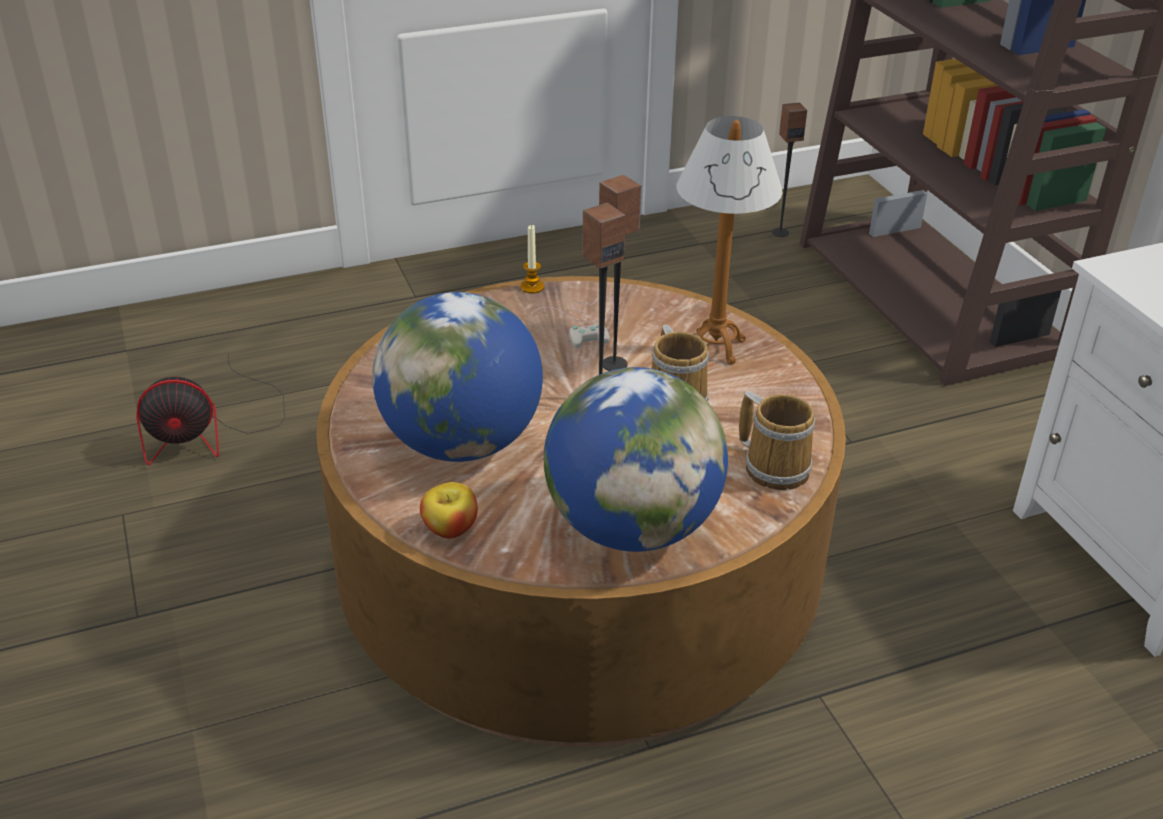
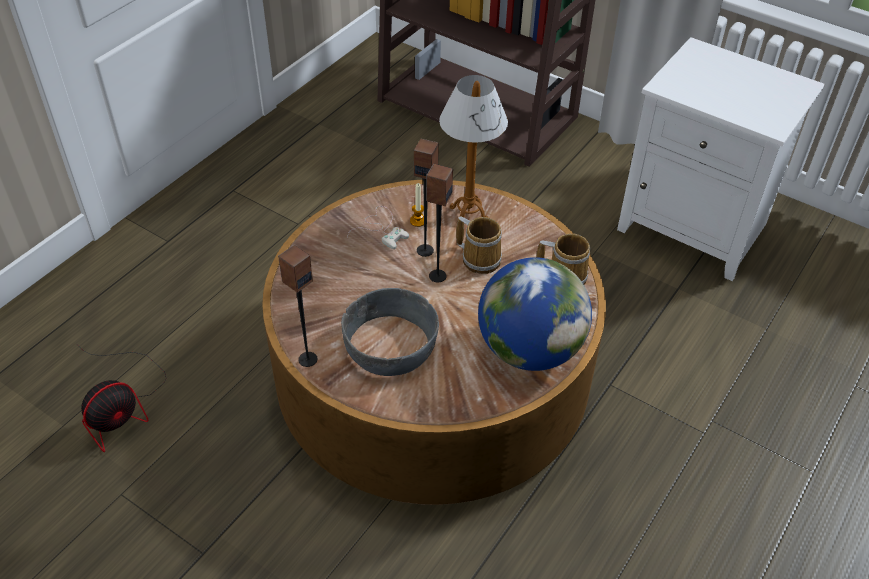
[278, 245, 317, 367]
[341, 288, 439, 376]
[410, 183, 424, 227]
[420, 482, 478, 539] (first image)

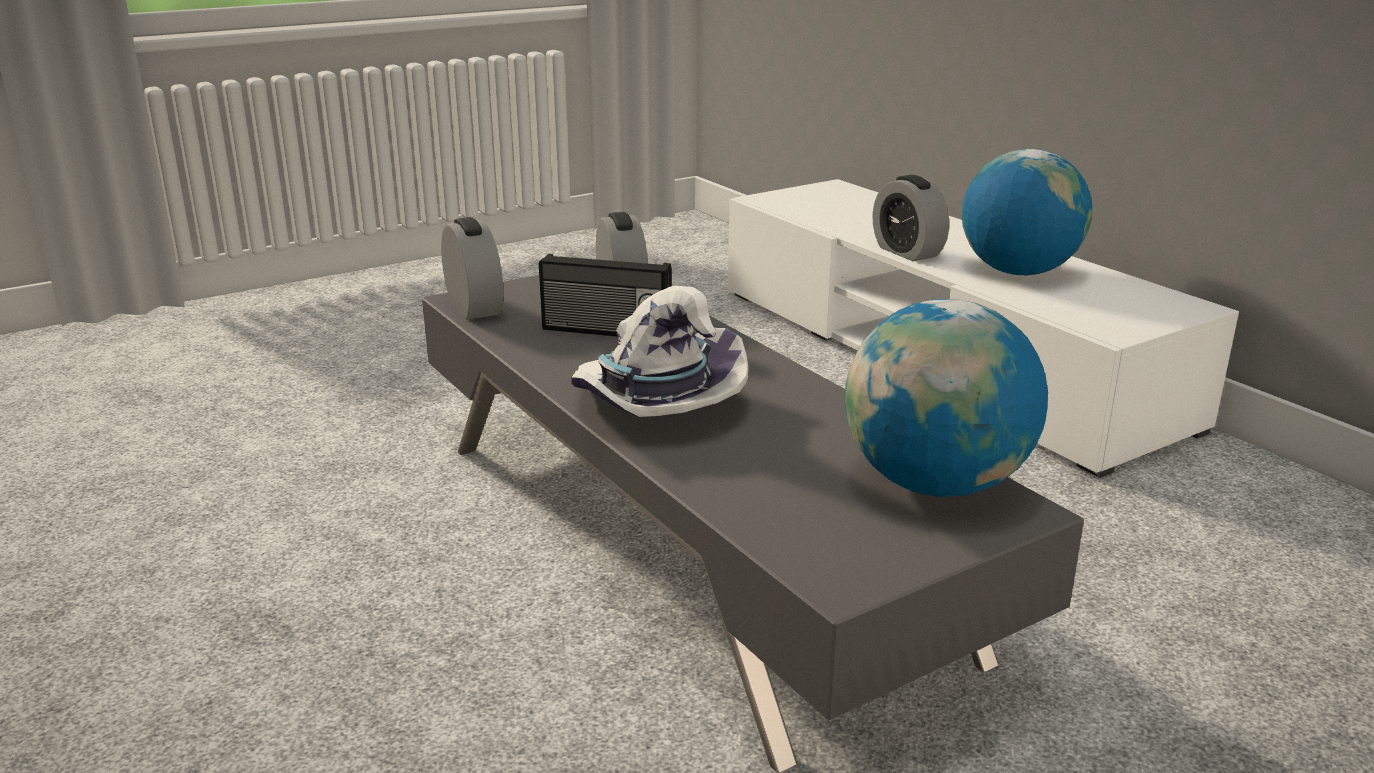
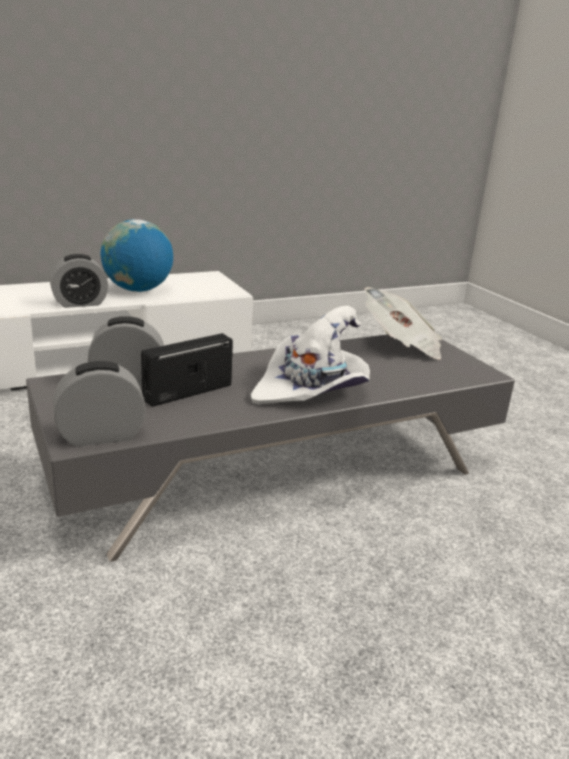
[141, 333, 233, 407]
[365, 287, 442, 360]

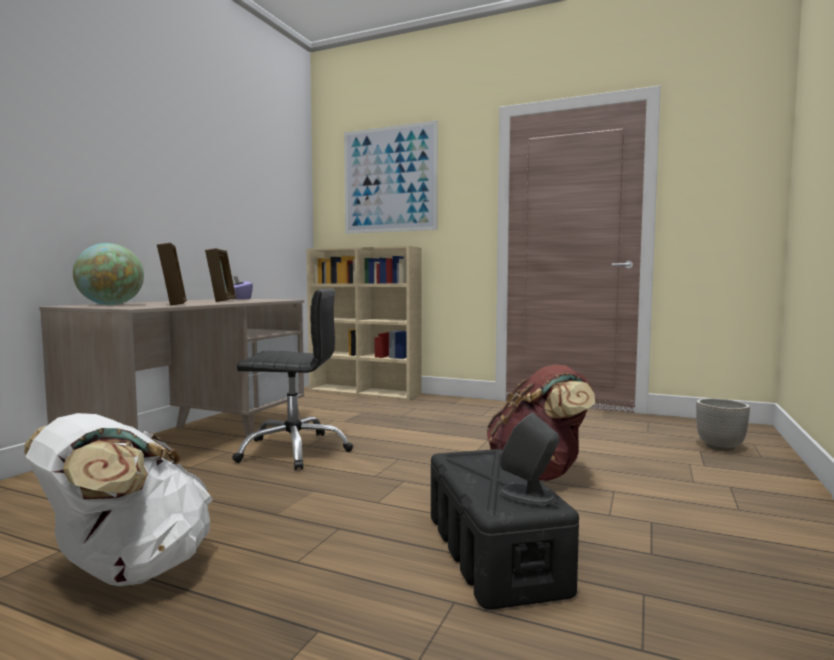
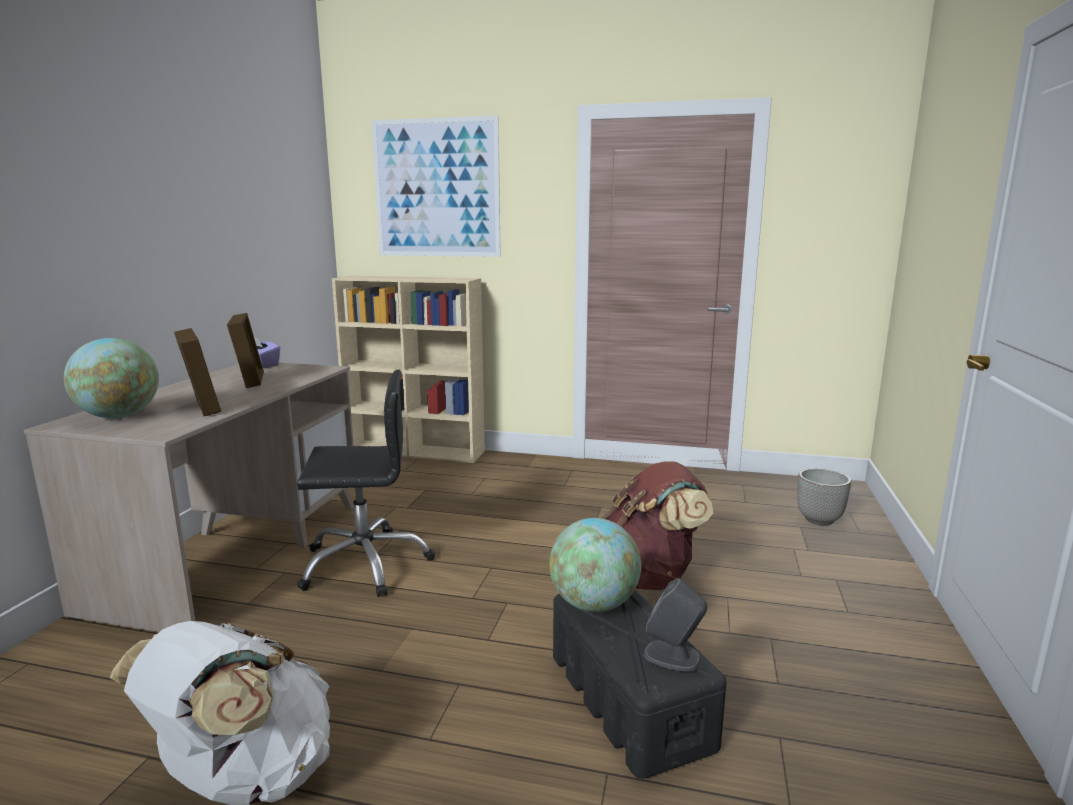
[549, 518, 641, 612]

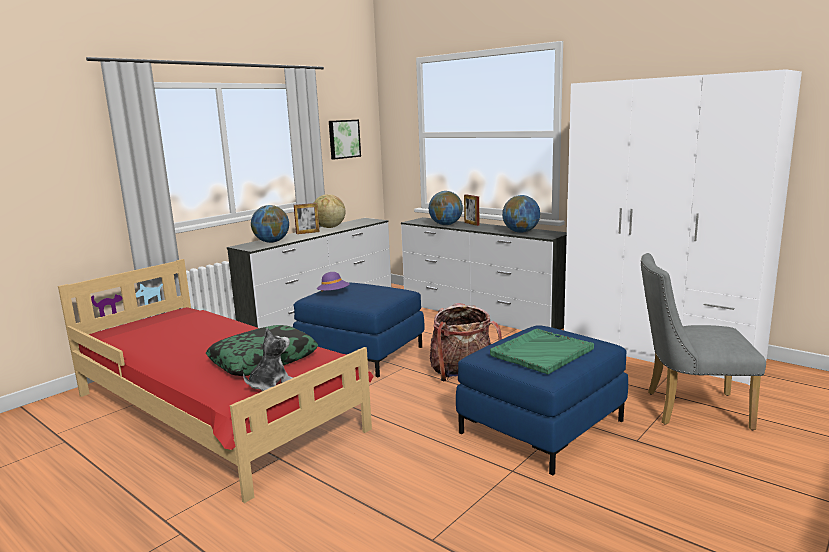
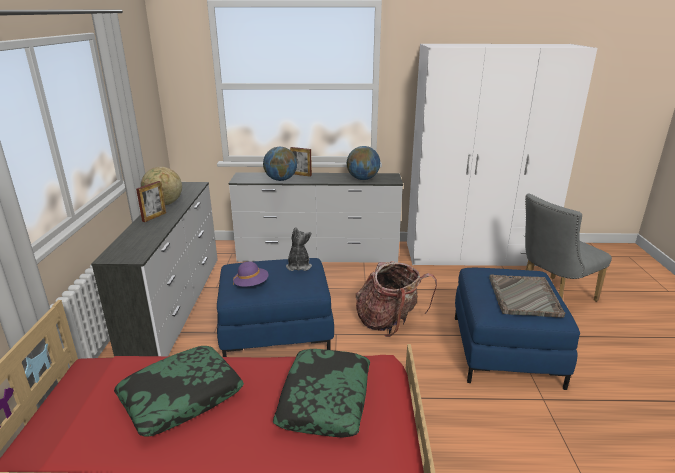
[114, 346, 244, 437]
[286, 227, 312, 271]
[489, 275, 565, 318]
[251, 205, 289, 243] (first image)
[329, 120, 361, 159] (first image)

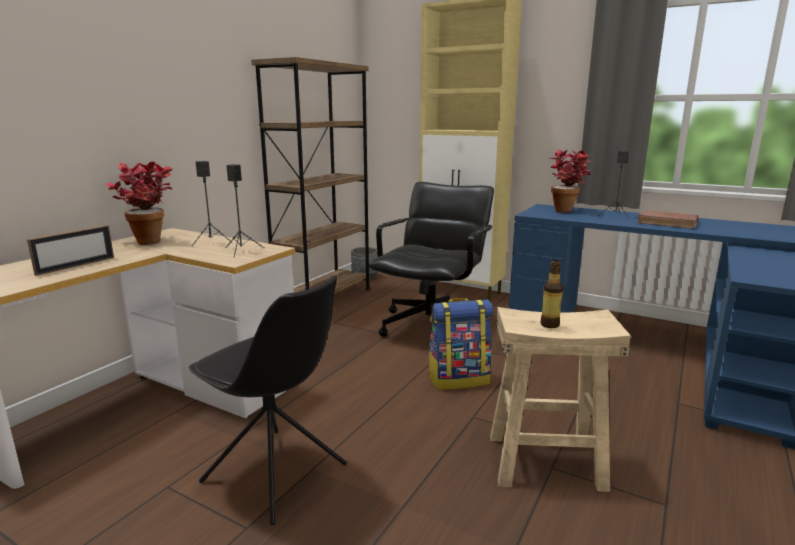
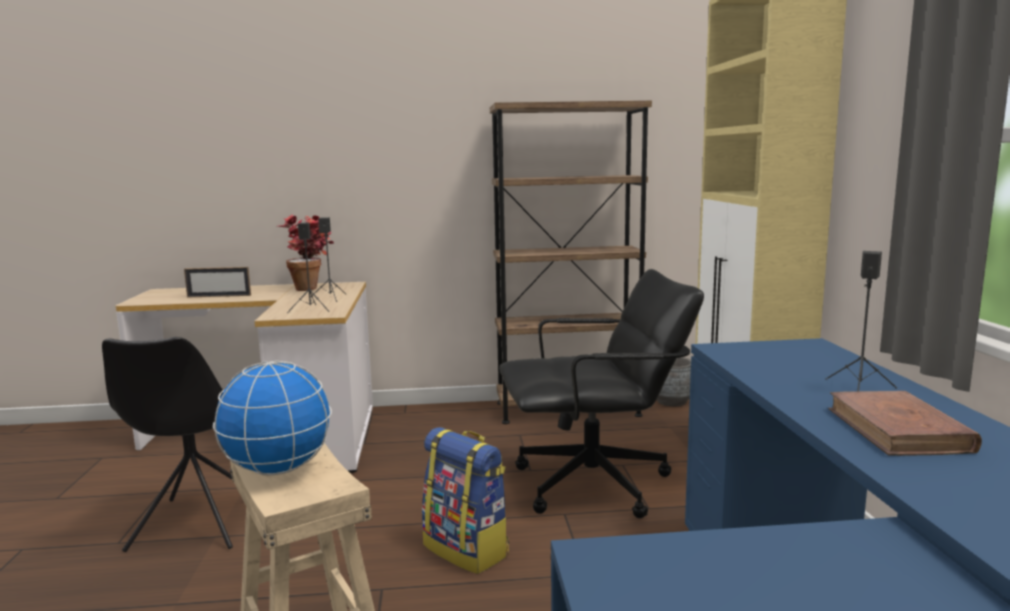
[213, 360, 332, 475]
[550, 149, 591, 213] (first image)

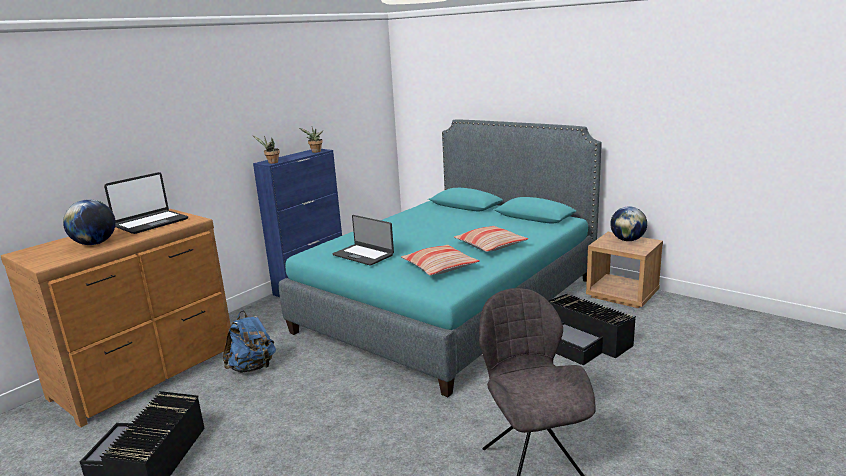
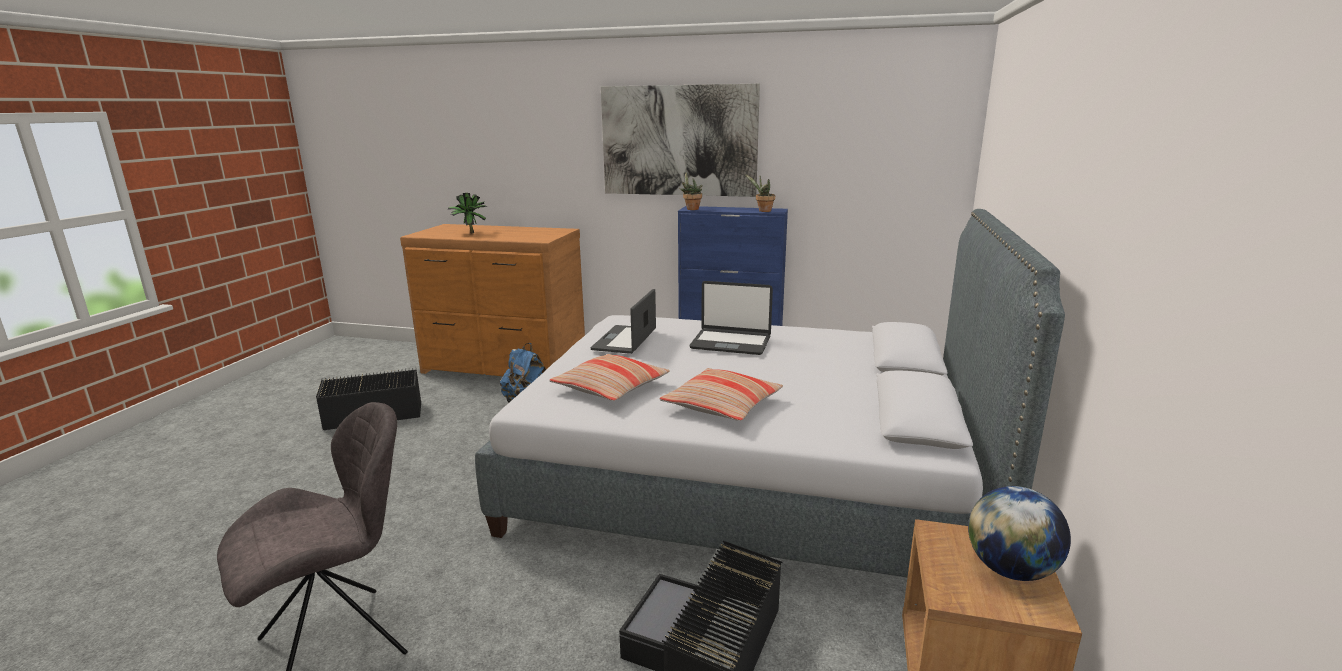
[448, 193, 487, 234]
[475, 209, 1065, 577]
[601, 84, 760, 197]
[689, 281, 773, 355]

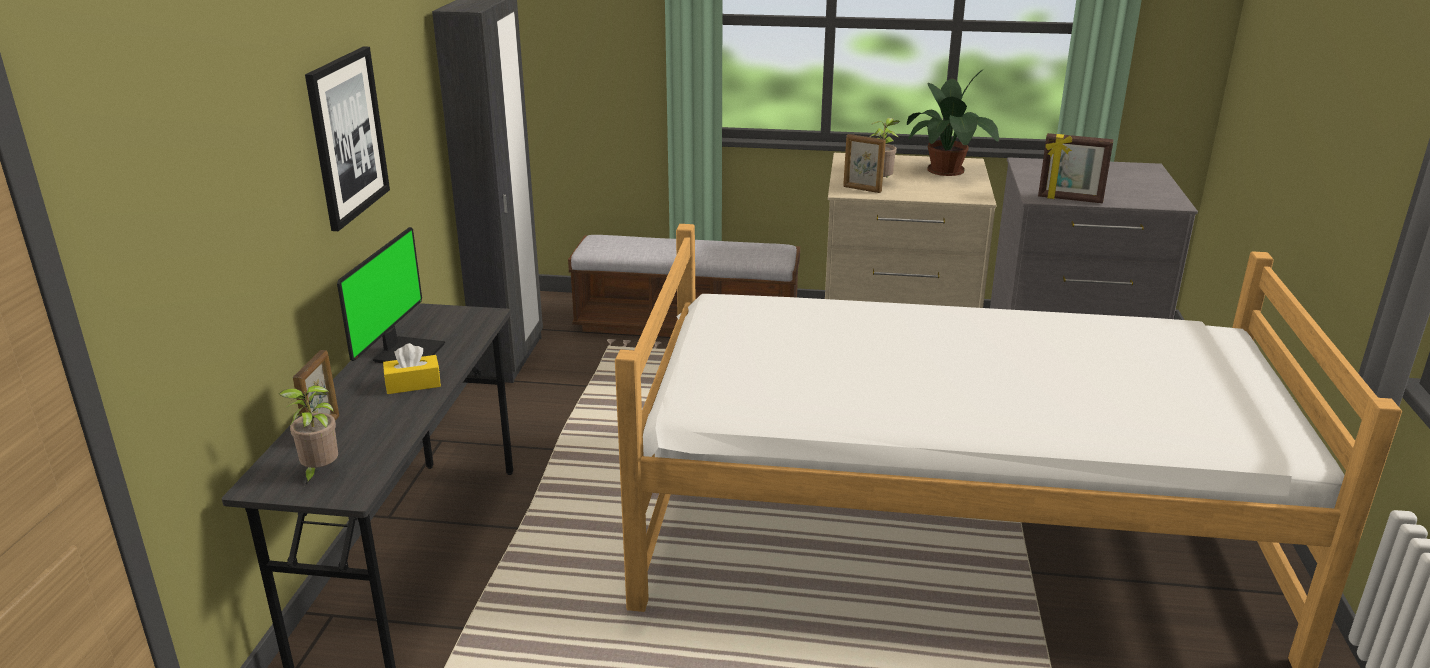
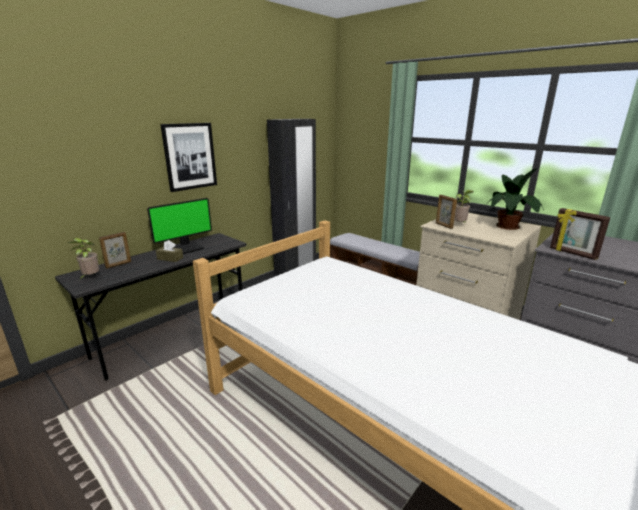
[156, 240, 183, 262]

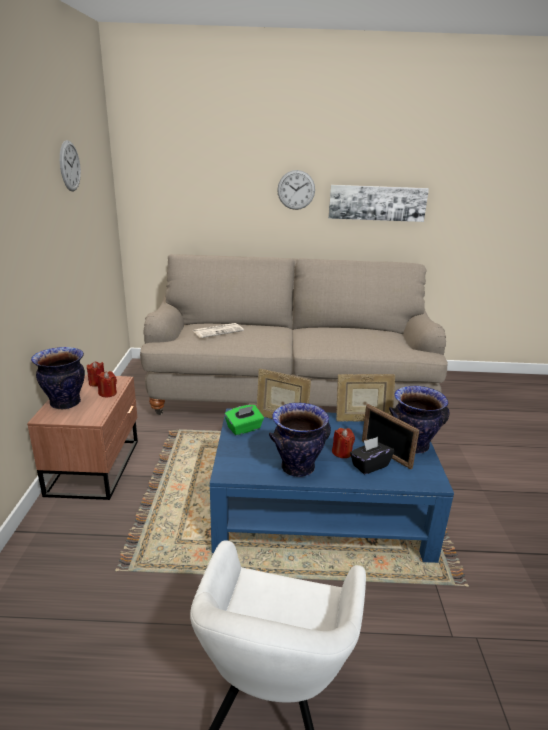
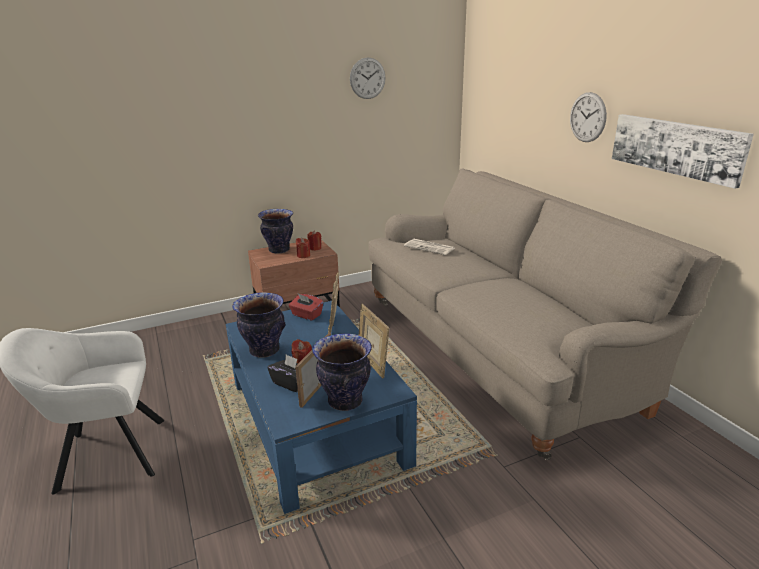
[288, 294, 323, 321]

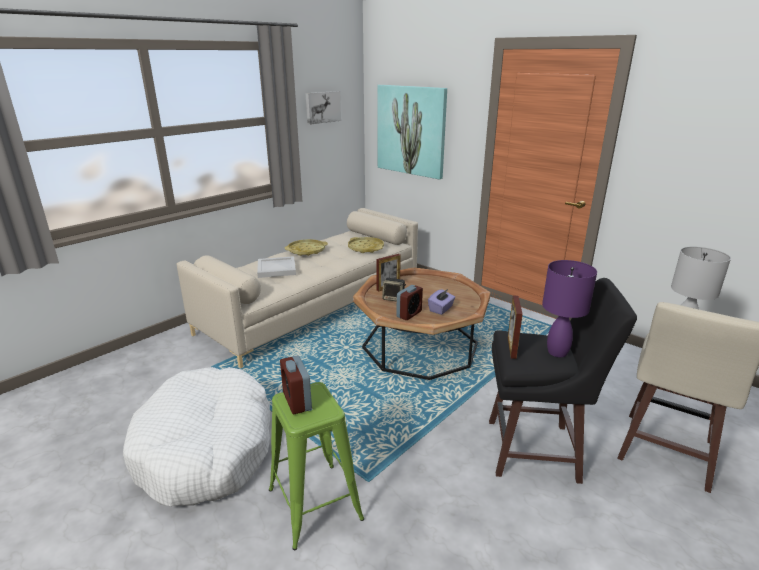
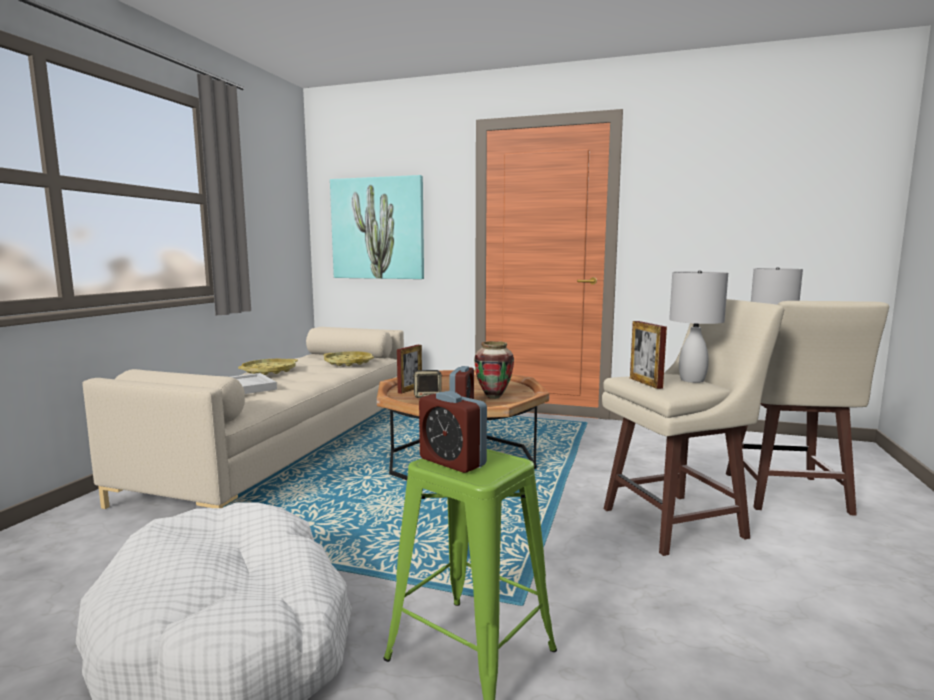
[474, 341, 514, 399]
[602, 299, 784, 556]
[669, 270, 728, 383]
[306, 91, 341, 125] (first image)

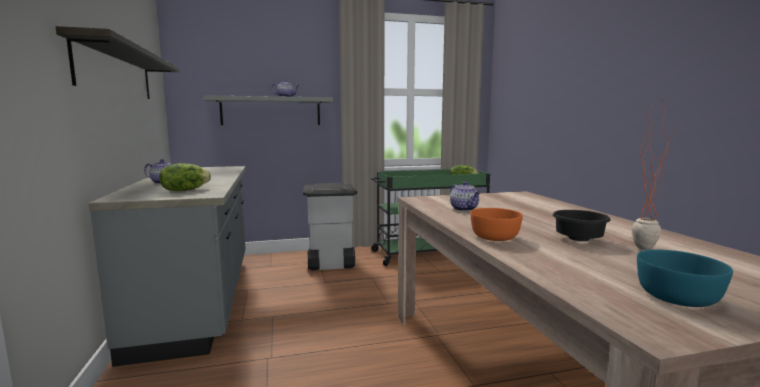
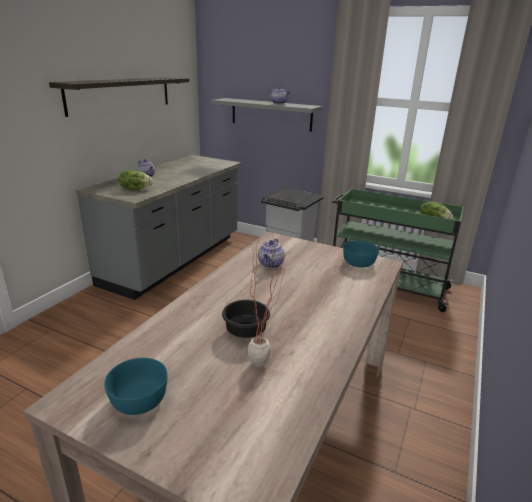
[343, 241, 379, 268]
[470, 208, 523, 241] (first image)

